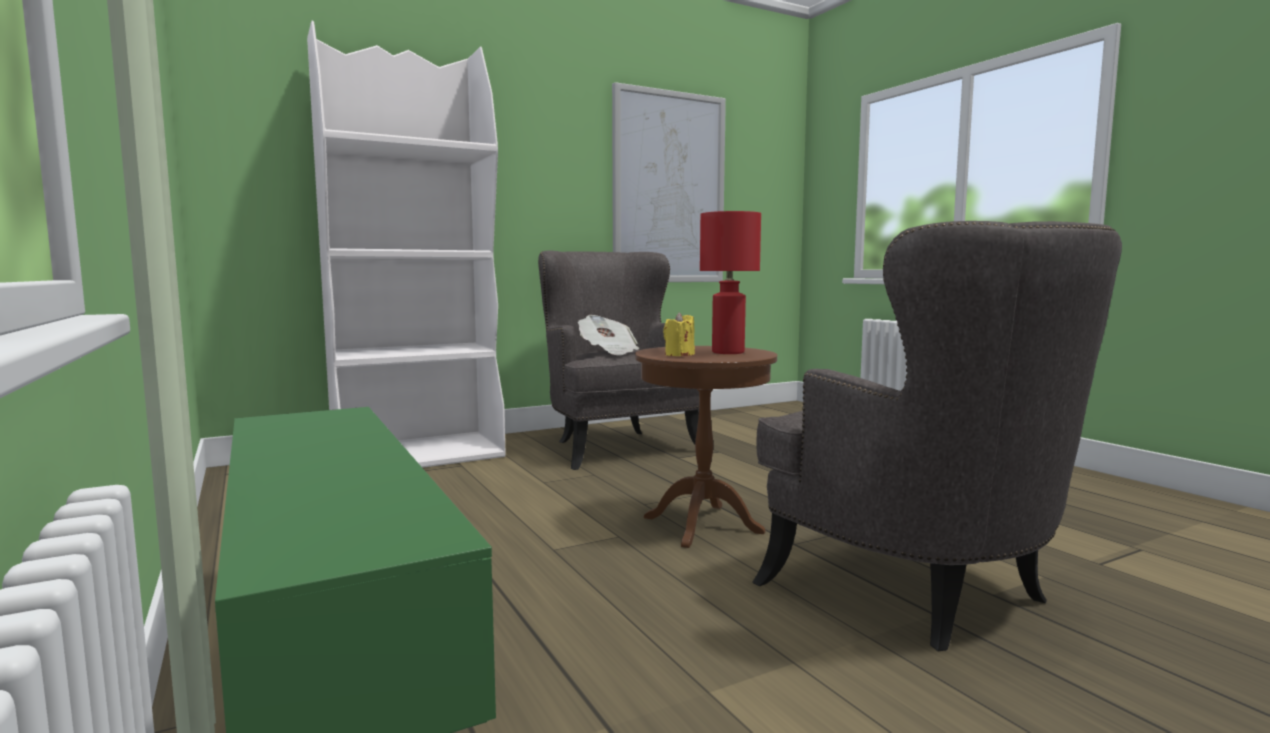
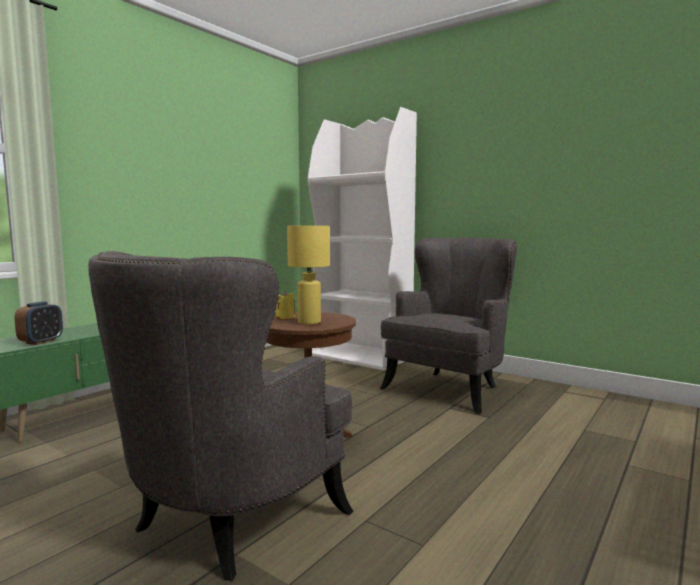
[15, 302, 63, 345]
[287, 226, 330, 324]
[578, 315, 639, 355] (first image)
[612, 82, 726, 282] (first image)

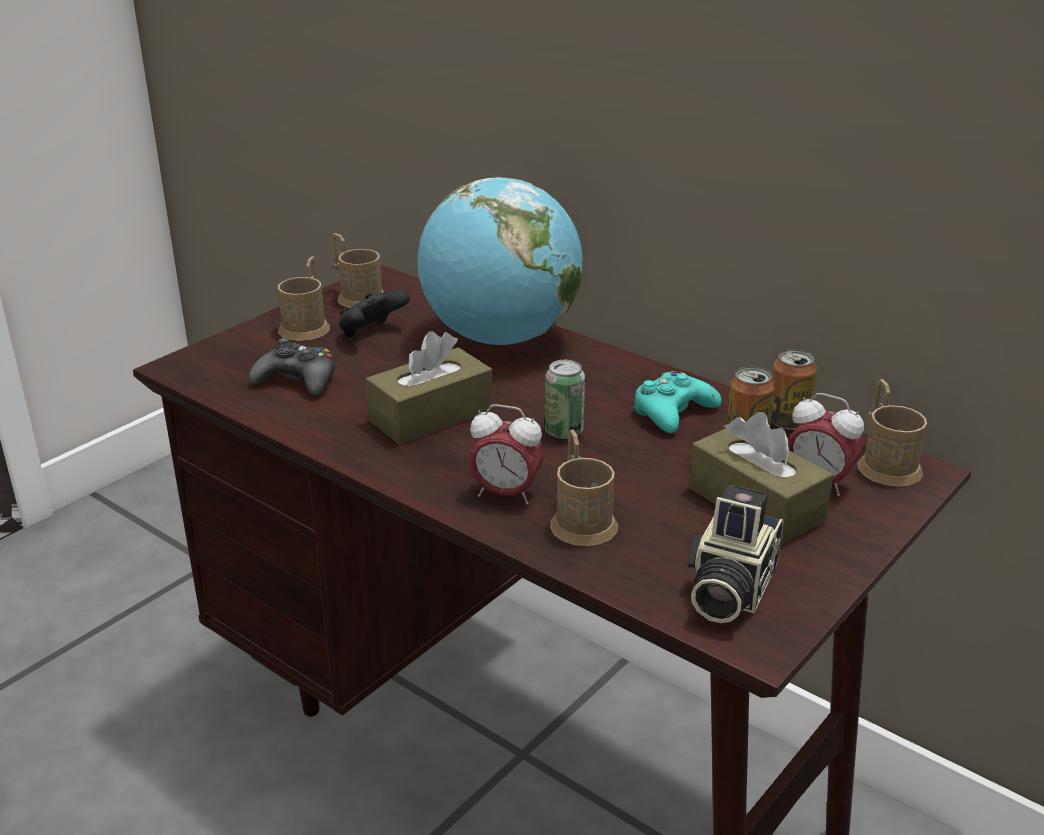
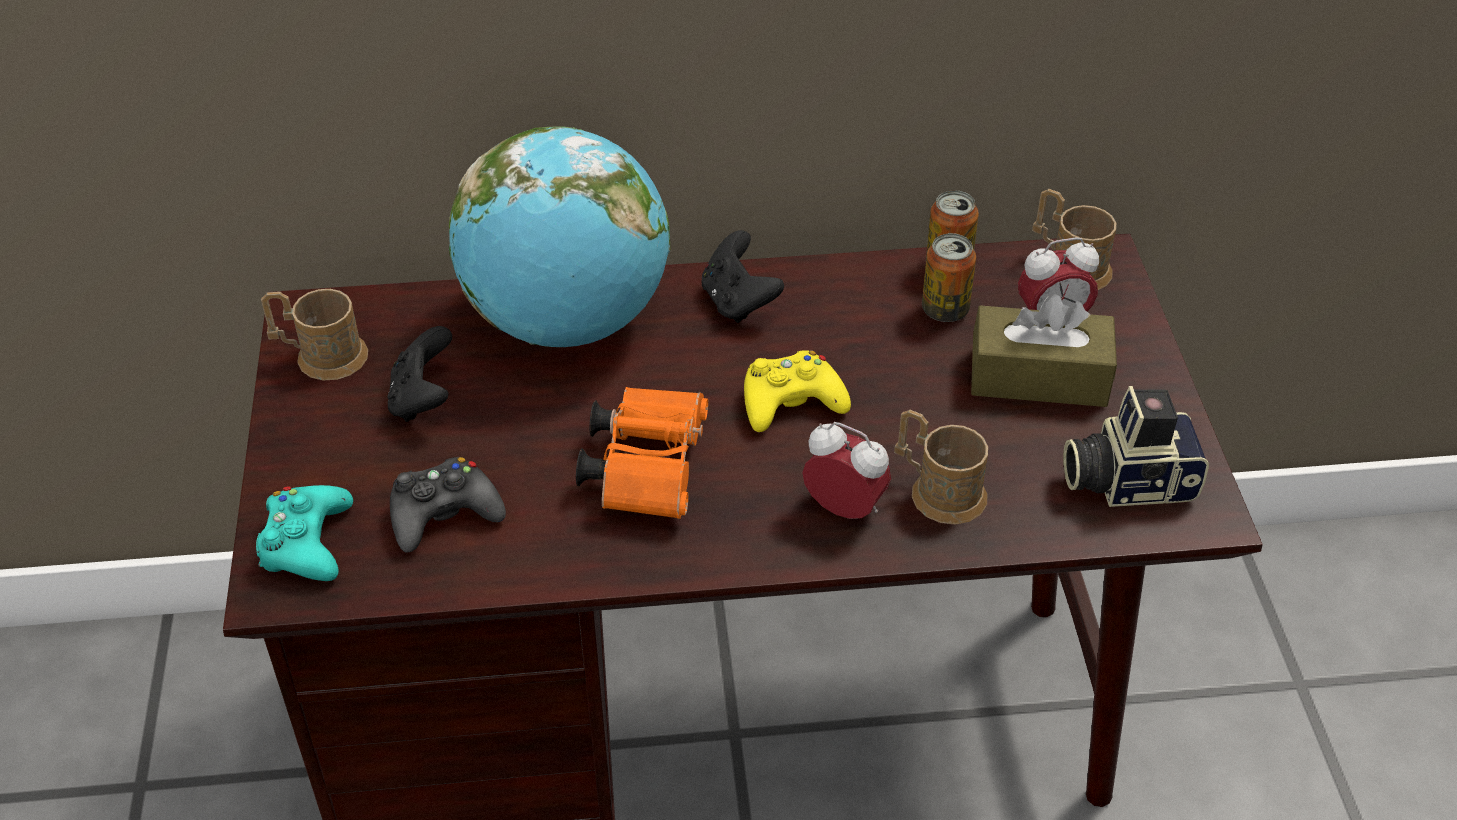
[256, 485, 353, 581]
[576, 387, 708, 519]
[701, 230, 784, 323]
[744, 350, 851, 432]
[802, 422, 891, 519]
[1063, 386, 1209, 507]
[278, 256, 330, 341] (first image)

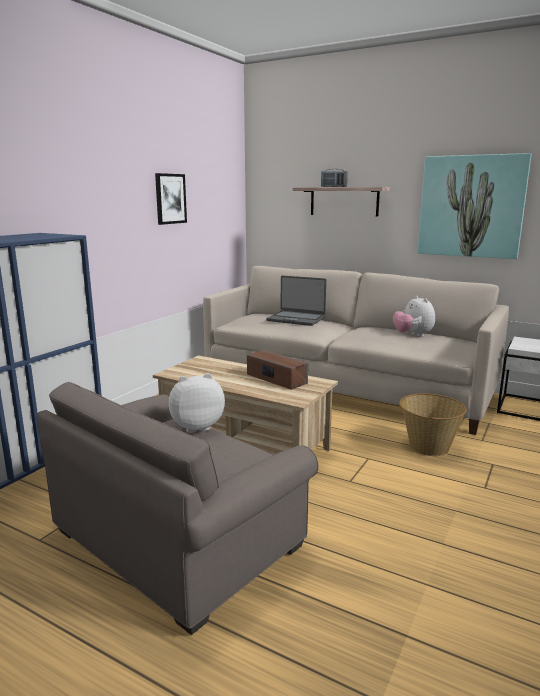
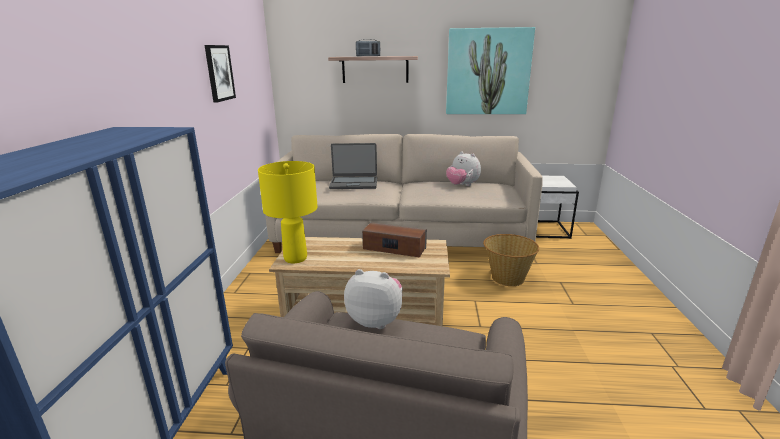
[258, 161, 318, 263]
[344, 269, 403, 329]

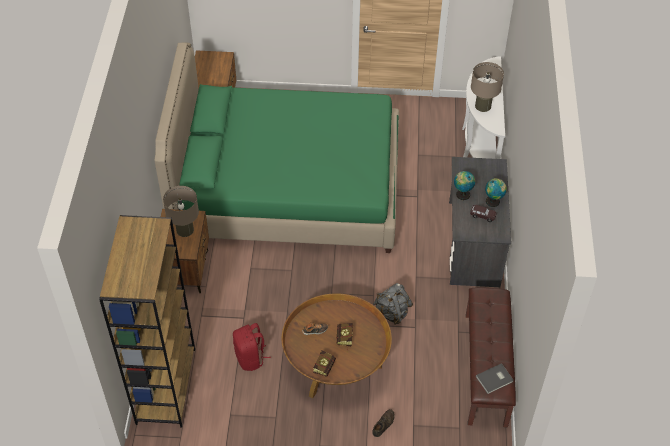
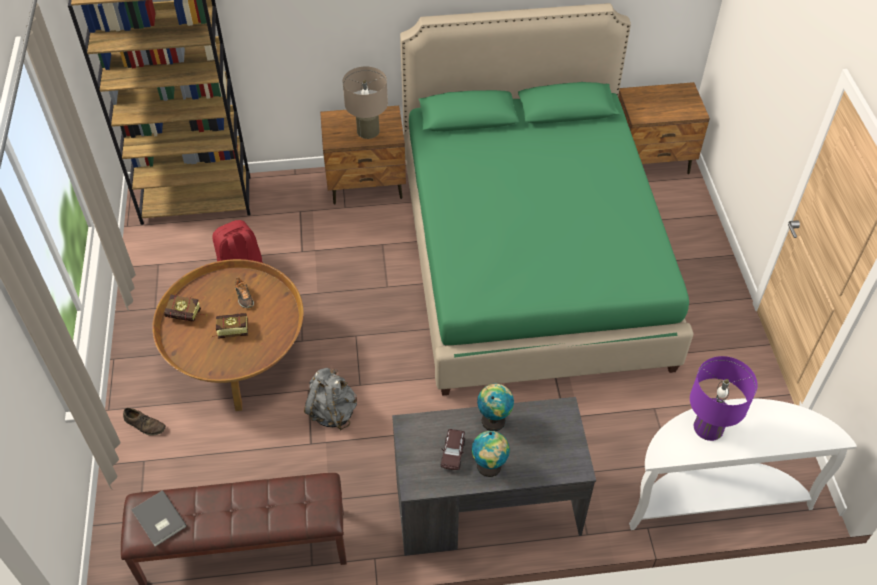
[690, 356, 757, 441]

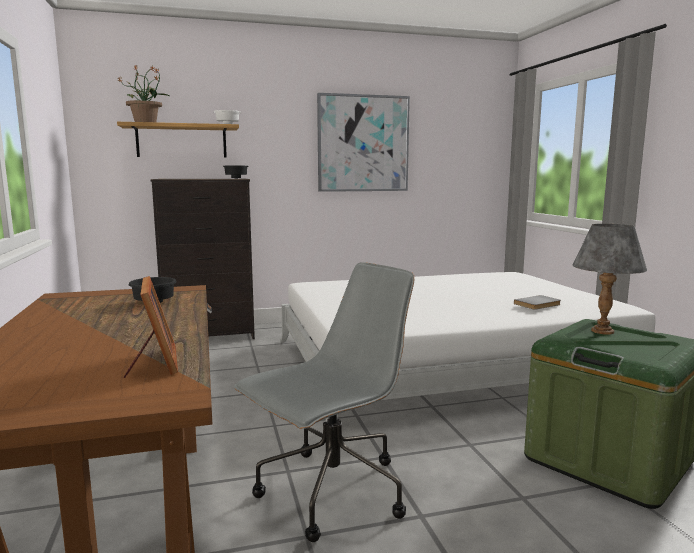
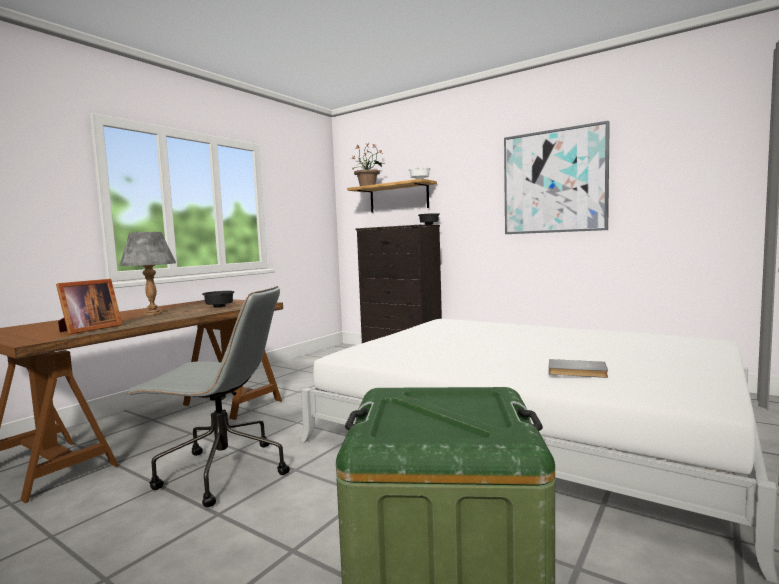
[120, 232, 176, 315]

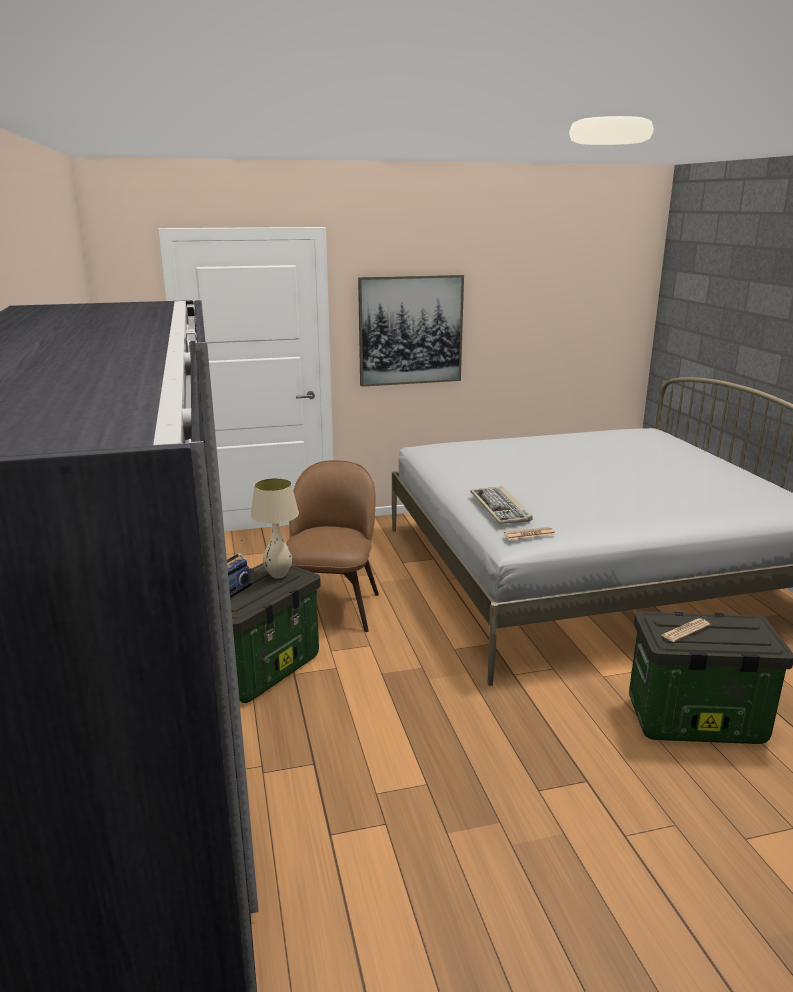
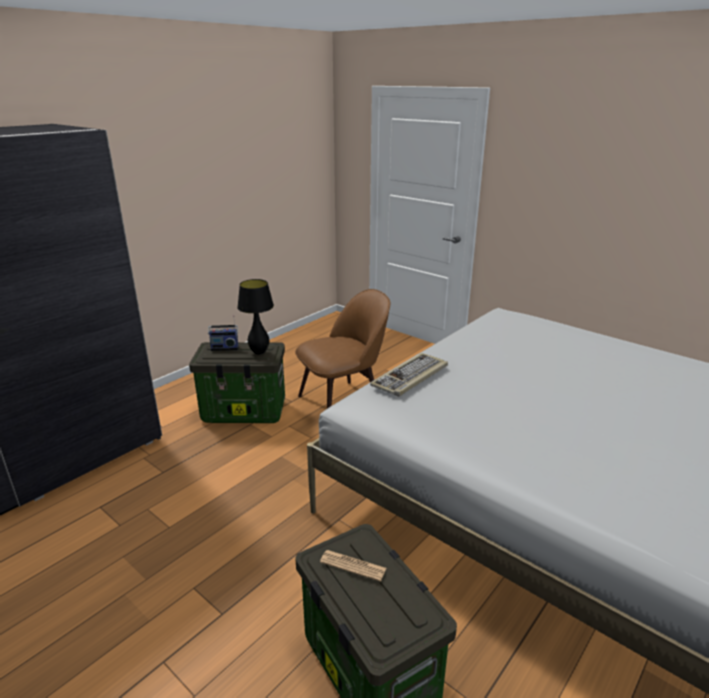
[237, 279, 274, 355]
[358, 275, 464, 387] (first image)
[504, 527, 556, 540] (first image)

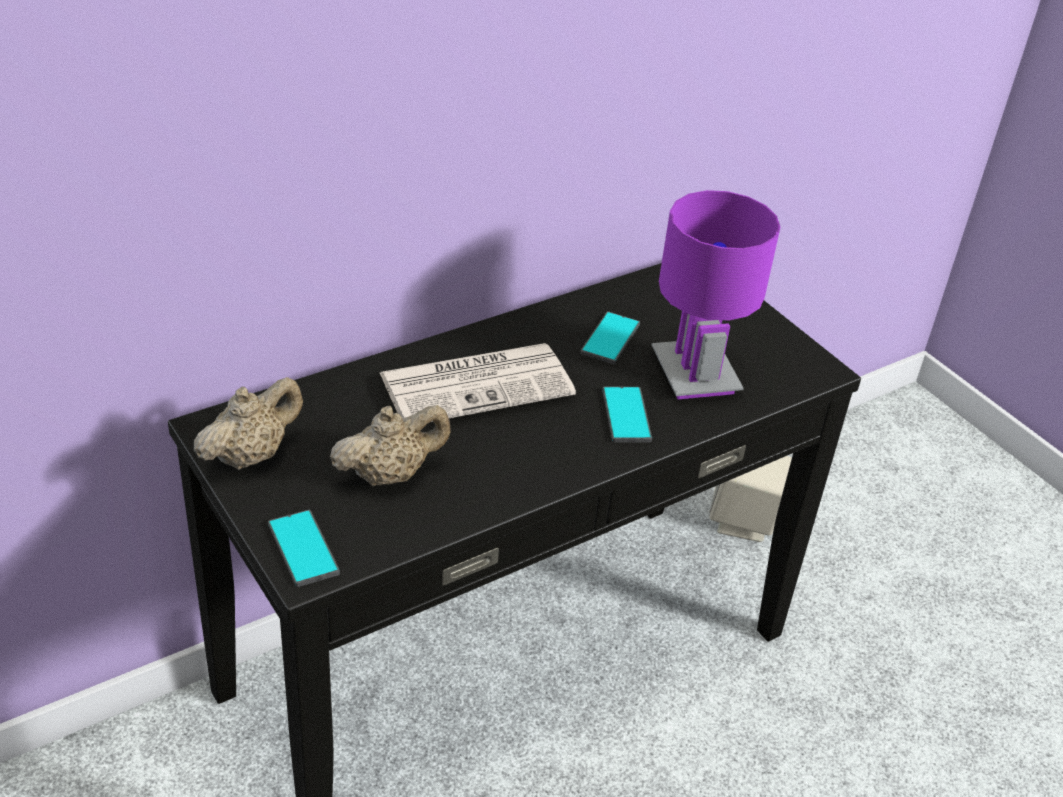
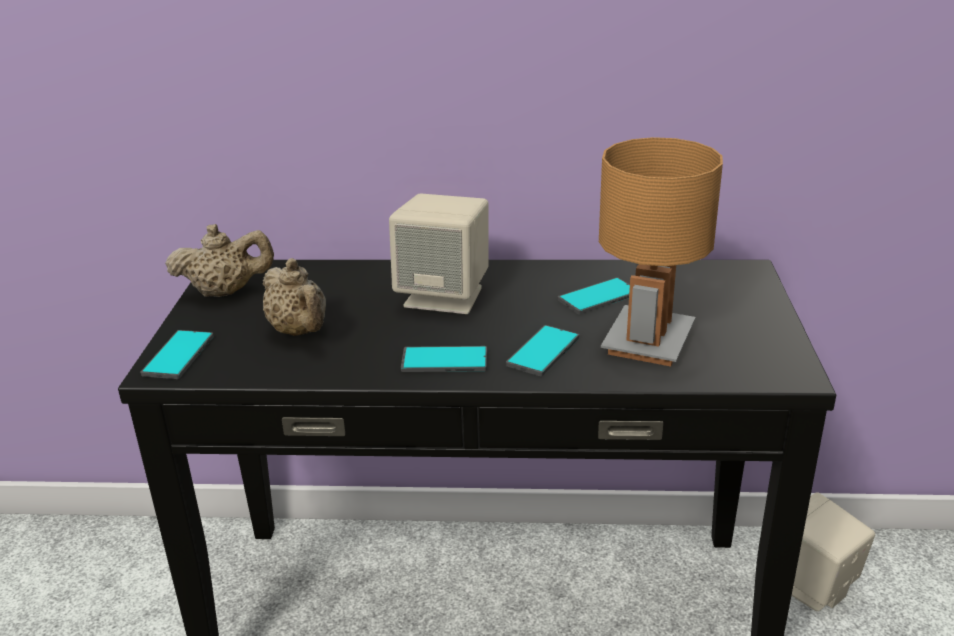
[263, 258, 326, 336]
[389, 193, 489, 314]
[401, 346, 487, 372]
[599, 137, 723, 367]

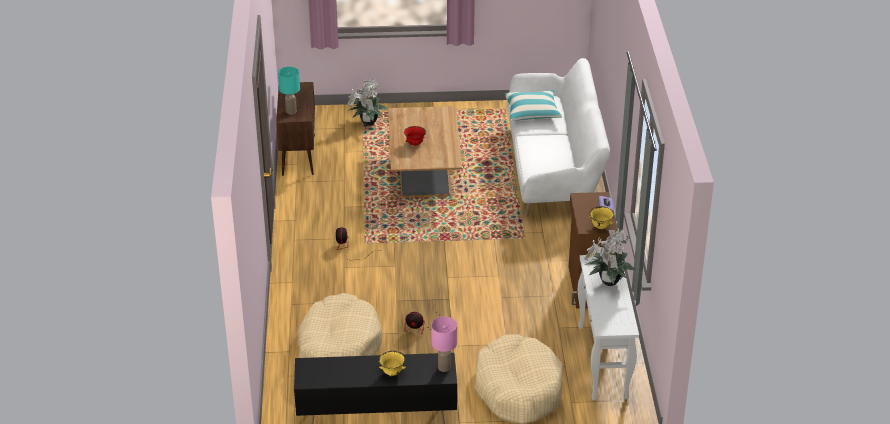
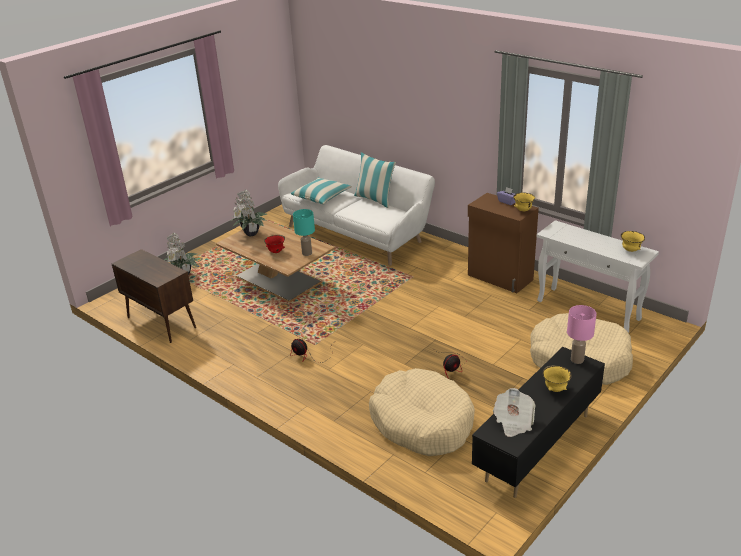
[231, 189, 267, 236]
[293, 209, 315, 256]
[354, 153, 396, 208]
[493, 388, 536, 437]
[621, 231, 645, 252]

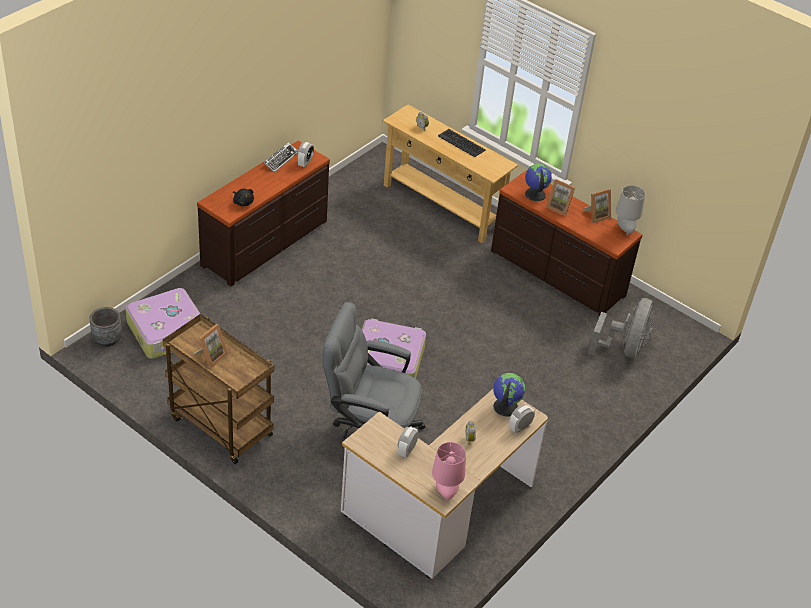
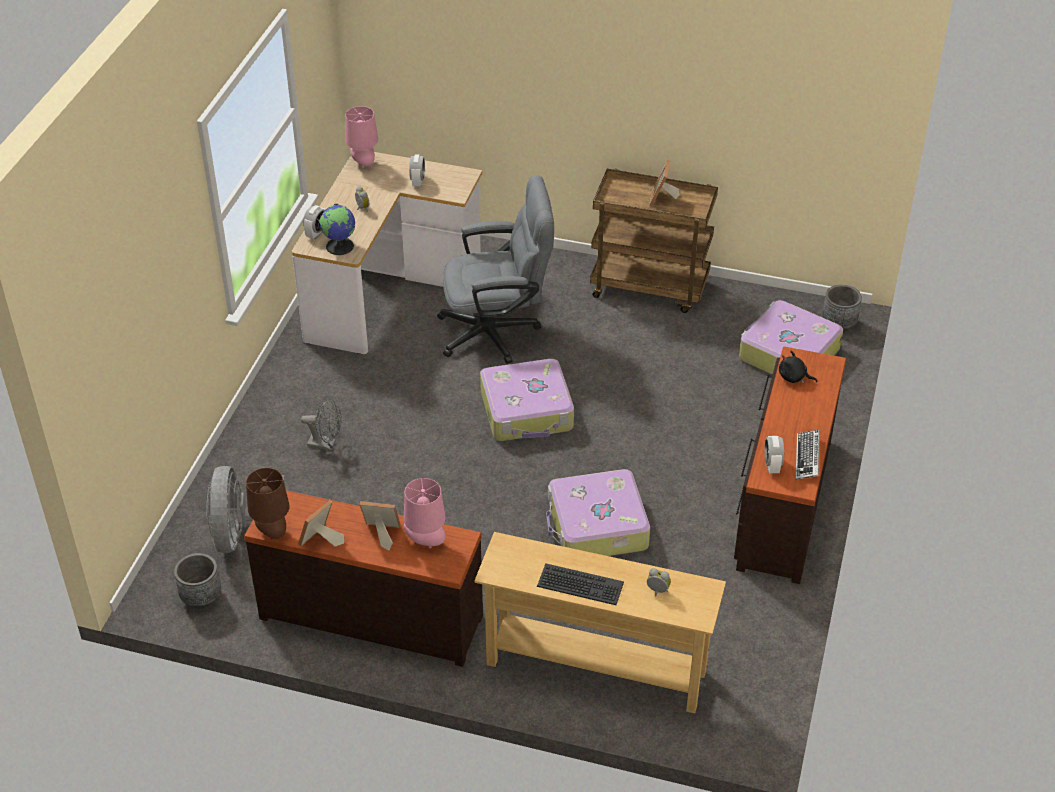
[174, 553, 221, 609]
[246, 468, 290, 539]
[301, 398, 342, 451]
[404, 478, 445, 548]
[546, 469, 650, 556]

